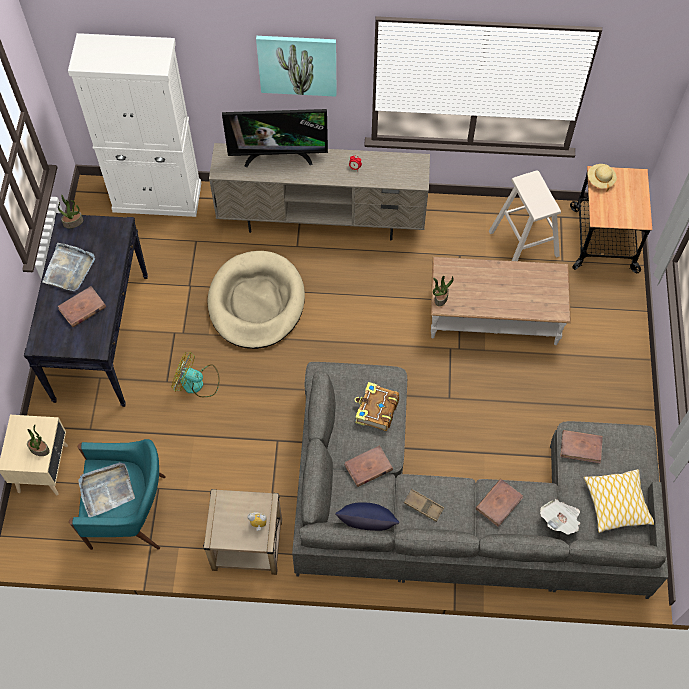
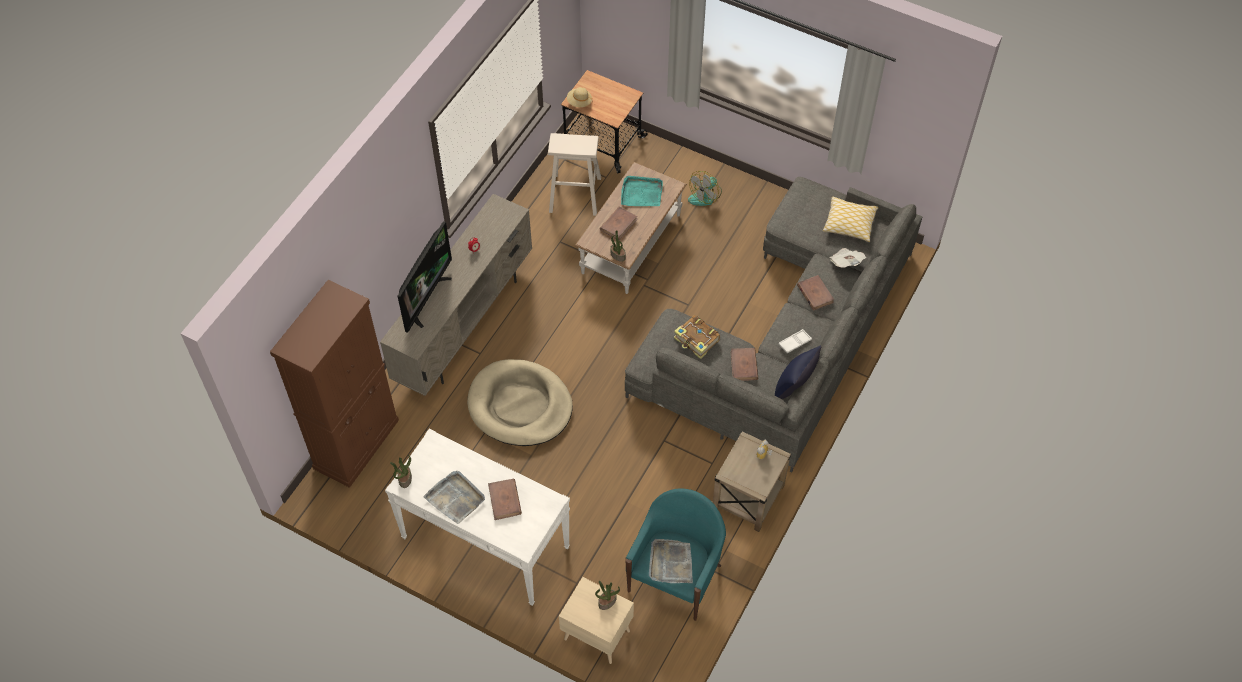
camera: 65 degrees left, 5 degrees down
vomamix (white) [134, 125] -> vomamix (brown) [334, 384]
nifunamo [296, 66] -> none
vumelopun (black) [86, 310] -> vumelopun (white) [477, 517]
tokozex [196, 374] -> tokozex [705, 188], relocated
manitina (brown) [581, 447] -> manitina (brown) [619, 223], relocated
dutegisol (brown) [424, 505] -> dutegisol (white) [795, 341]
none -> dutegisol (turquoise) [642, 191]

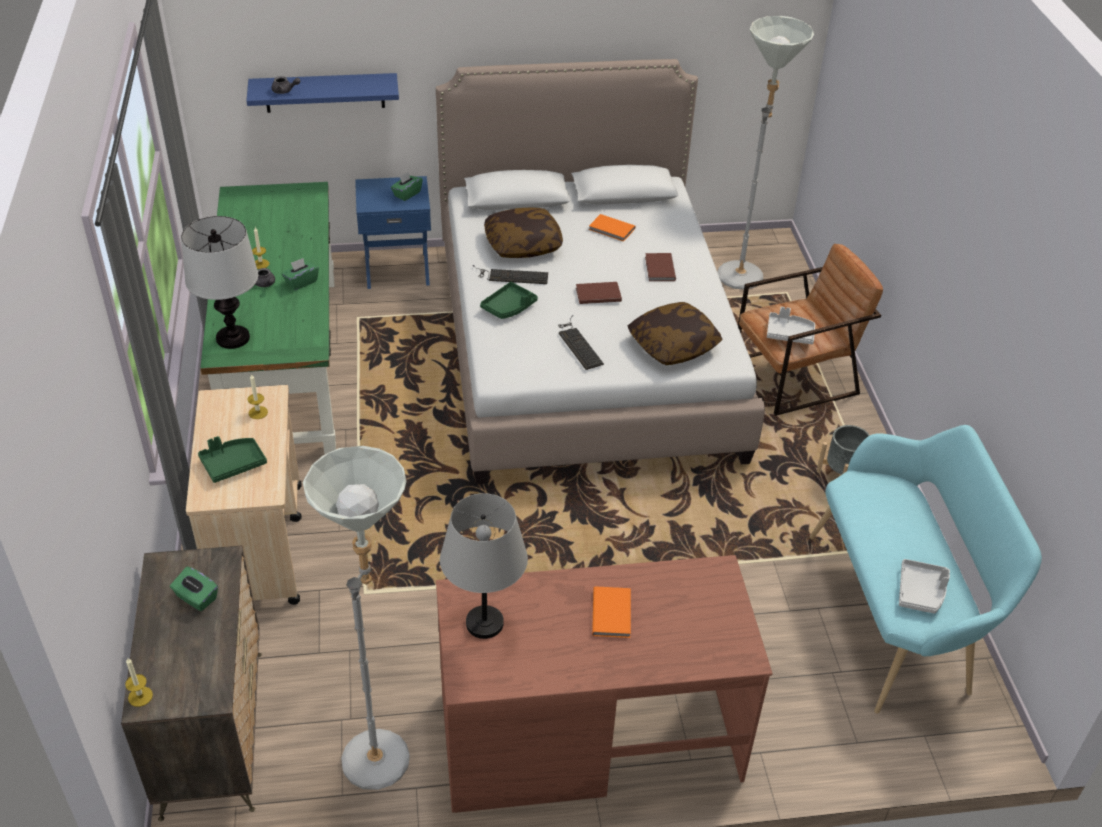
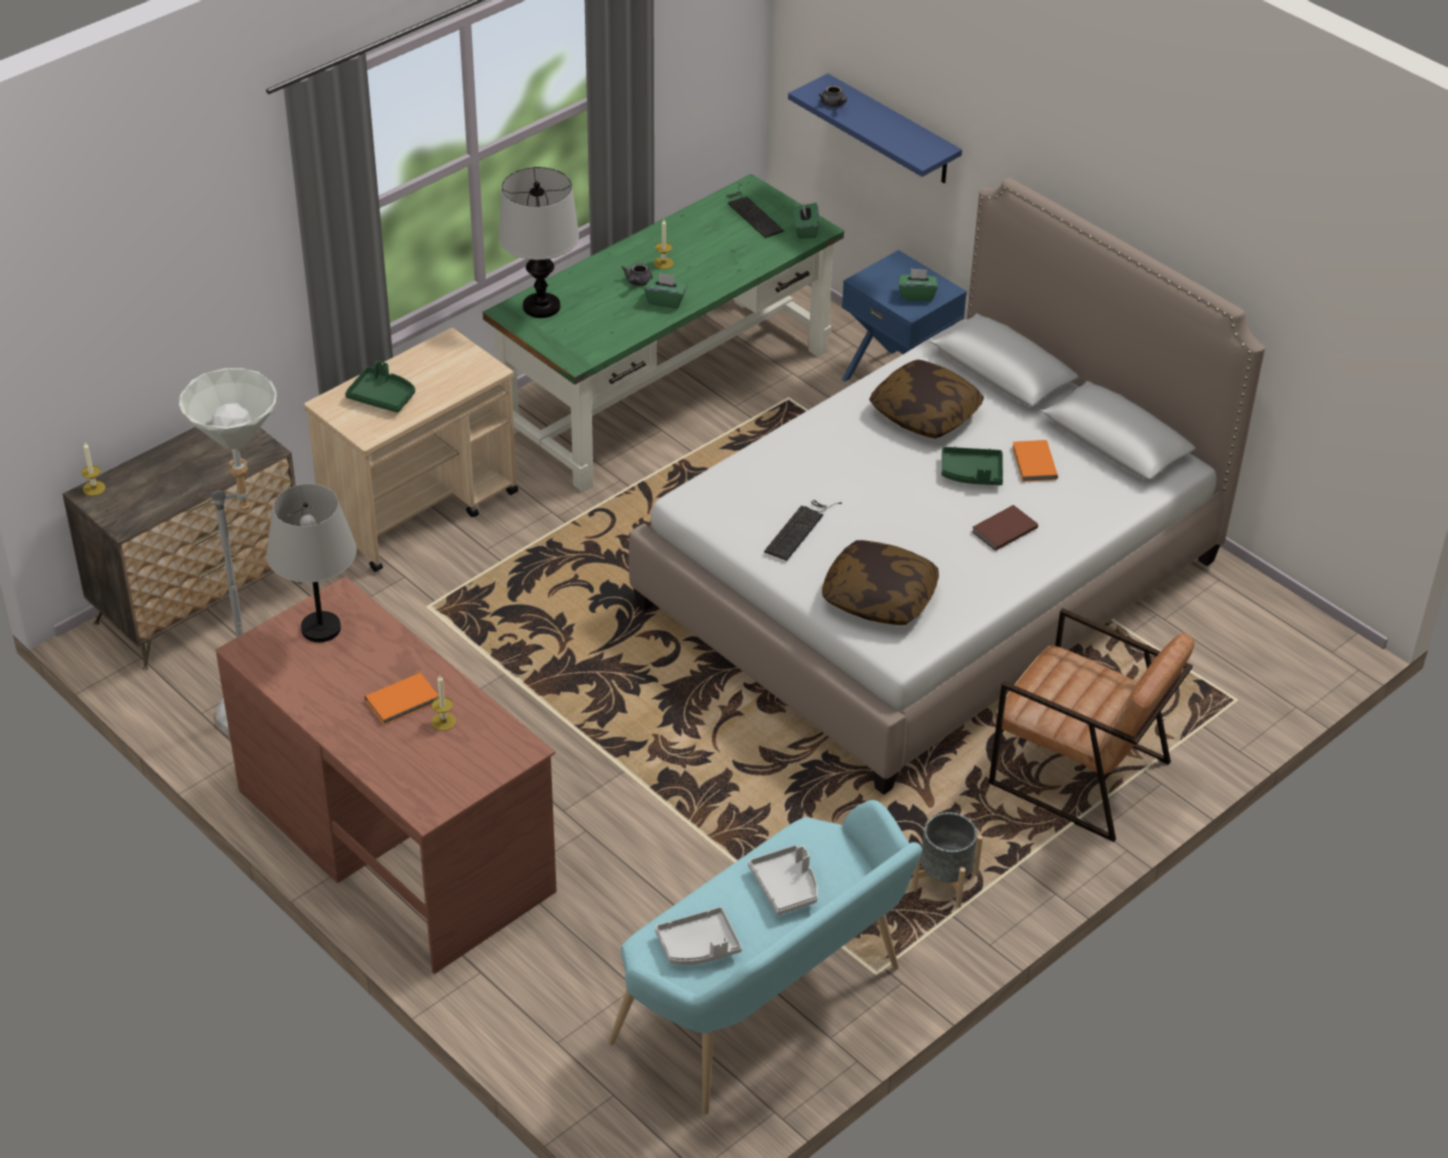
camera: 55 degrees right, 0 degrees up
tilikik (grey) [766, 153] -> none
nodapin [510, 274] -> nodapin [755, 211], relocated
dutegisol (green) [509, 300] -> dutegisol (green) [972, 466], relocated
manitina (brown) [599, 293] -> none
dutegisol (grey) [791, 325] -> dutegisol (grey) [783, 880], relocated
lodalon [257, 396] -> lodalon [443, 703], relocated
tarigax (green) [194, 589] -> tarigax (green) [806, 220], relocated

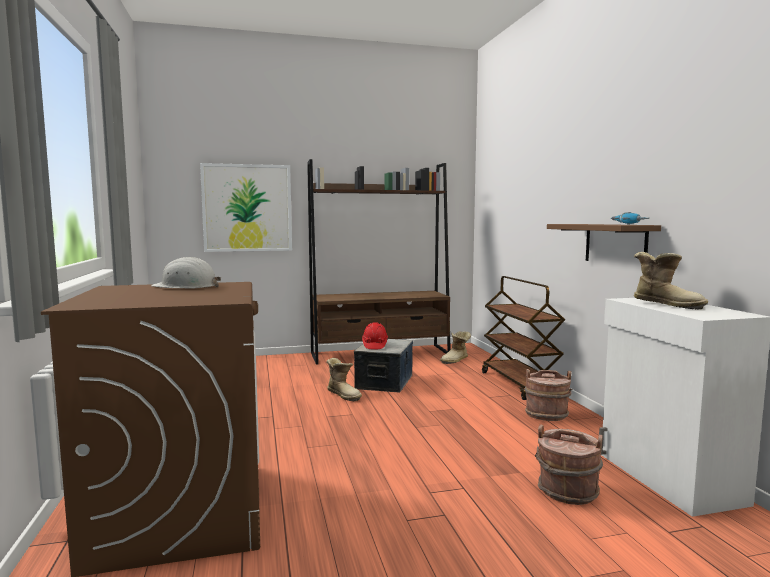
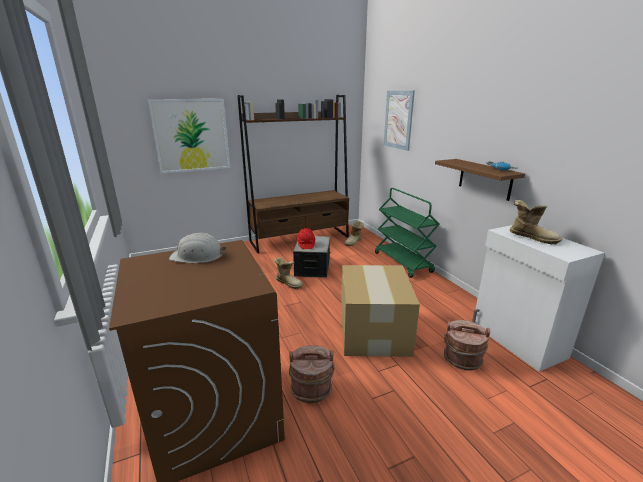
camera: 10 degrees left, 15 degrees up
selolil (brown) [523, 338] -> selolil (green) [407, 233]
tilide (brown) [548, 395] -> tilide (brown) [312, 374], relocated
none -> nifunamo [399, 121]
none -> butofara [380, 311]

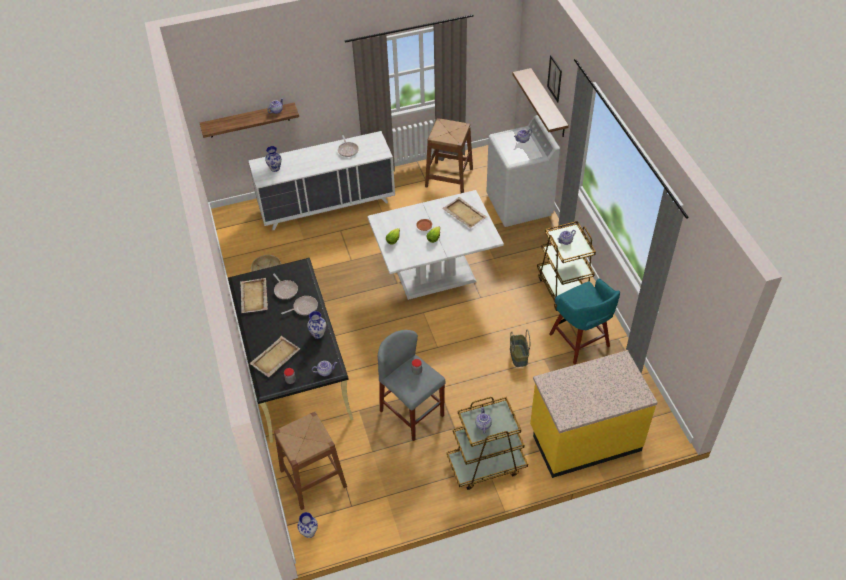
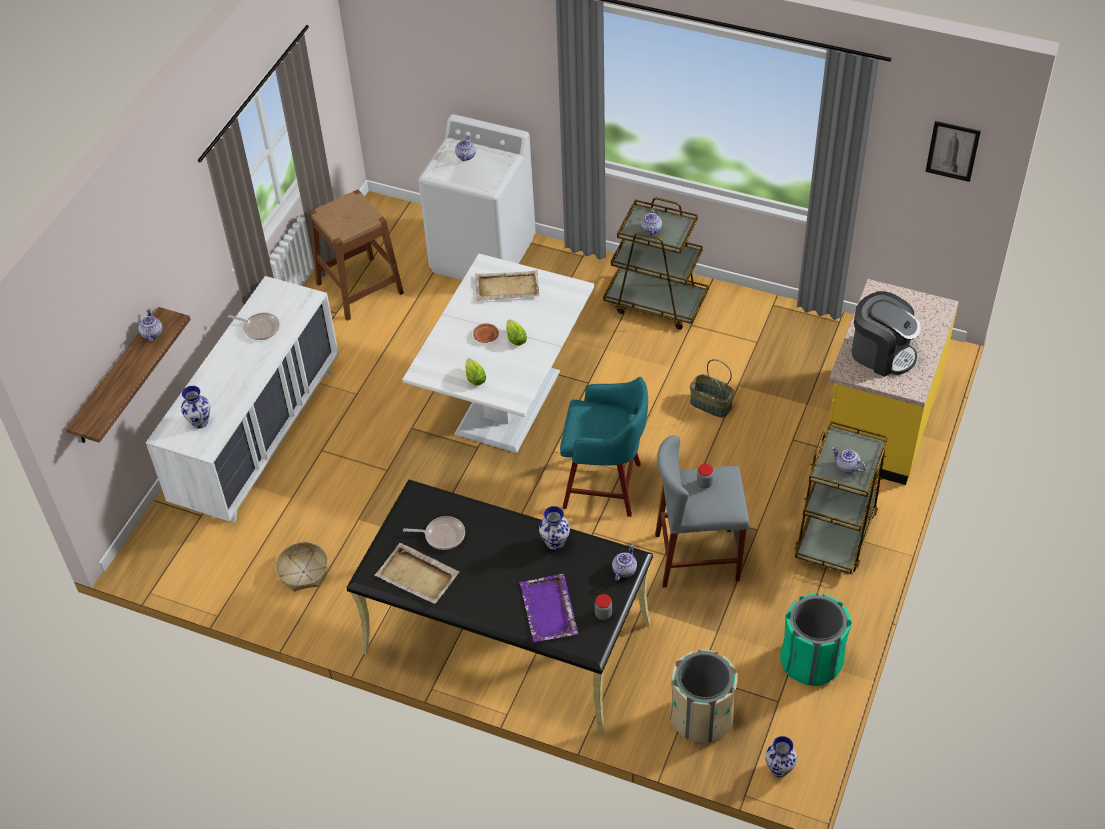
camera: 50 degrees left, 0 degrees up
nifunamo [554, 78] -> nifunamo [953, 151], relocated
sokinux [540, 102] -> none
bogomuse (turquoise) [584, 321] -> bogomuse (turquoise) [604, 447], relocated
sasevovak [299, 305] -> none
dutegisol (beige) [275, 356] -> dutegisol (purple) [548, 608]
bogomuse (brown) [310, 461] -> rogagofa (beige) [704, 696]
none -> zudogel [886, 334]
none -> rogagofa (green) [816, 639]

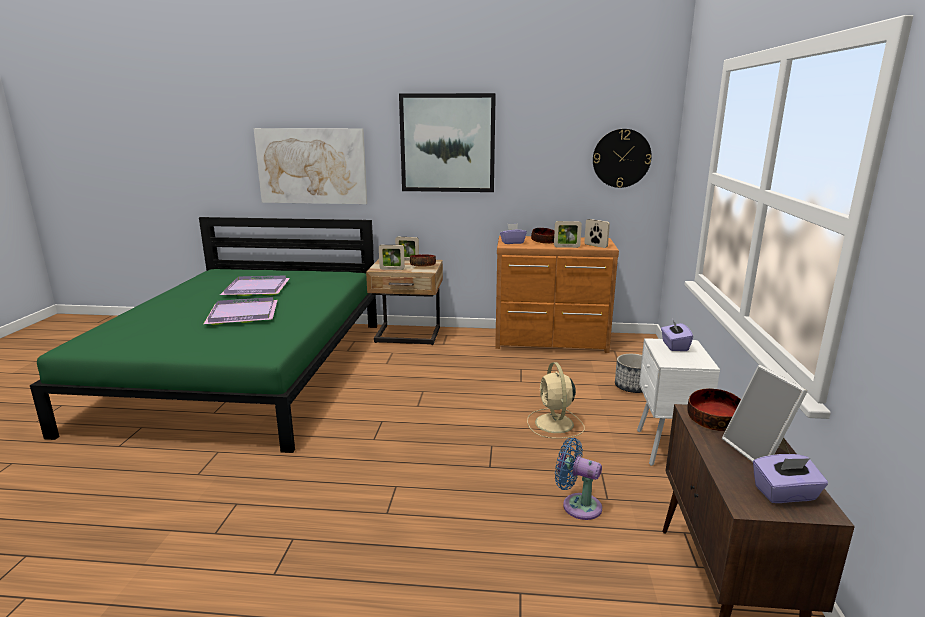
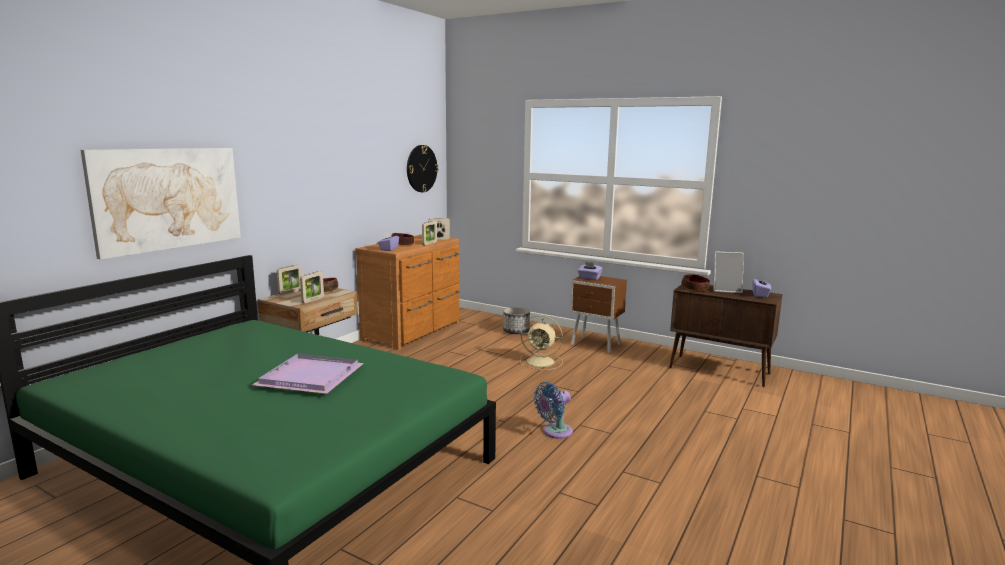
camera: 65 degrees left, 5 degrees down
nifunamo [447, 142] -> none
dutegisol (purple) [255, 286] -> none
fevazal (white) [678, 402] -> fevazal (brown) [598, 314]
tokozex (blue) [578, 479] -> tokozex (blue) [553, 410], relocated

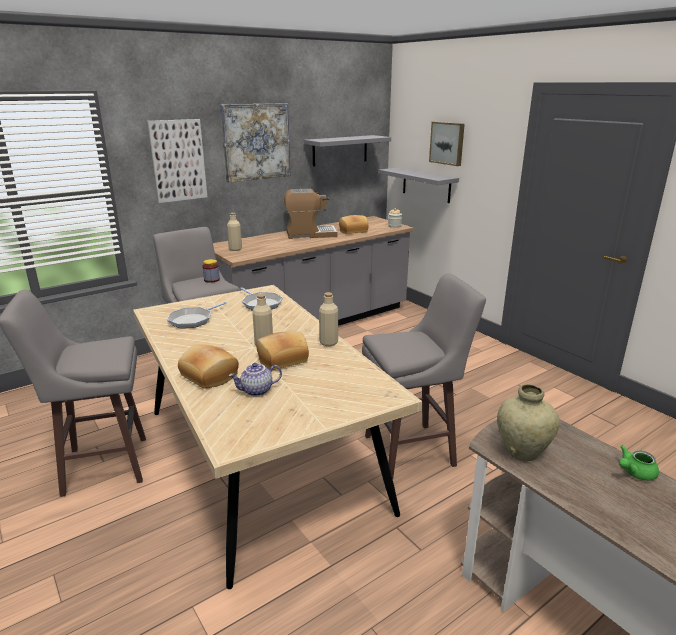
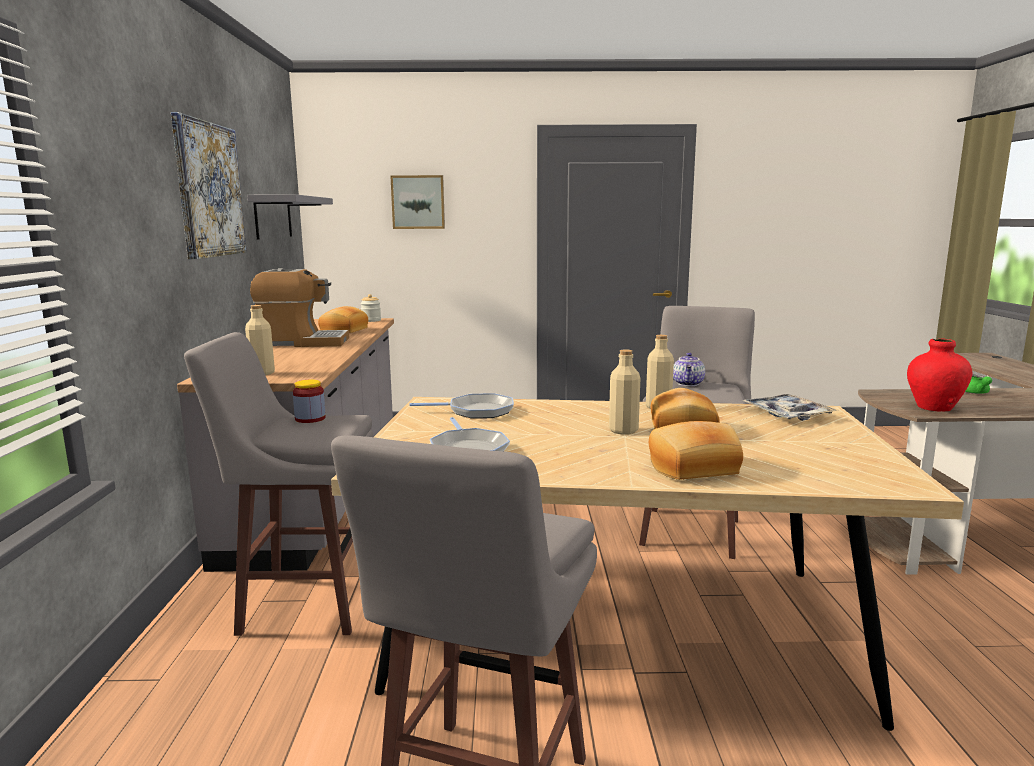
camera: 55 degrees left, 10 degrees down
nifunamo [177, 161] -> none
sokinux (grey) [418, 185] -> none
zudogel [311, 214] -> zudogel [299, 307], 60 degrees clockwise
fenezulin [255, 379] -> fenezulin [689, 369], relocated
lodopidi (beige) [528, 422] -> lodopidi (red) [939, 374]
none -> dutegisol [790, 407]

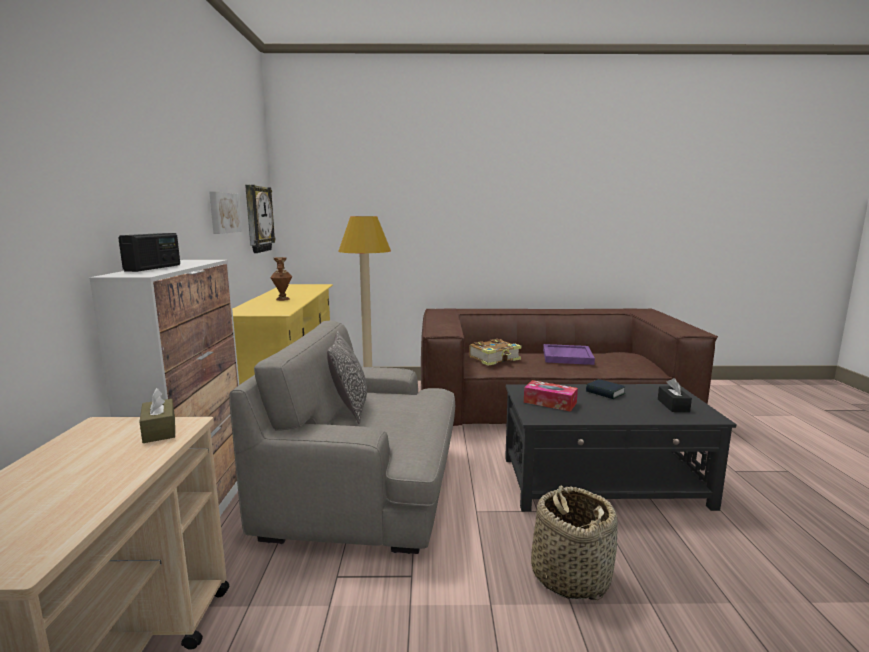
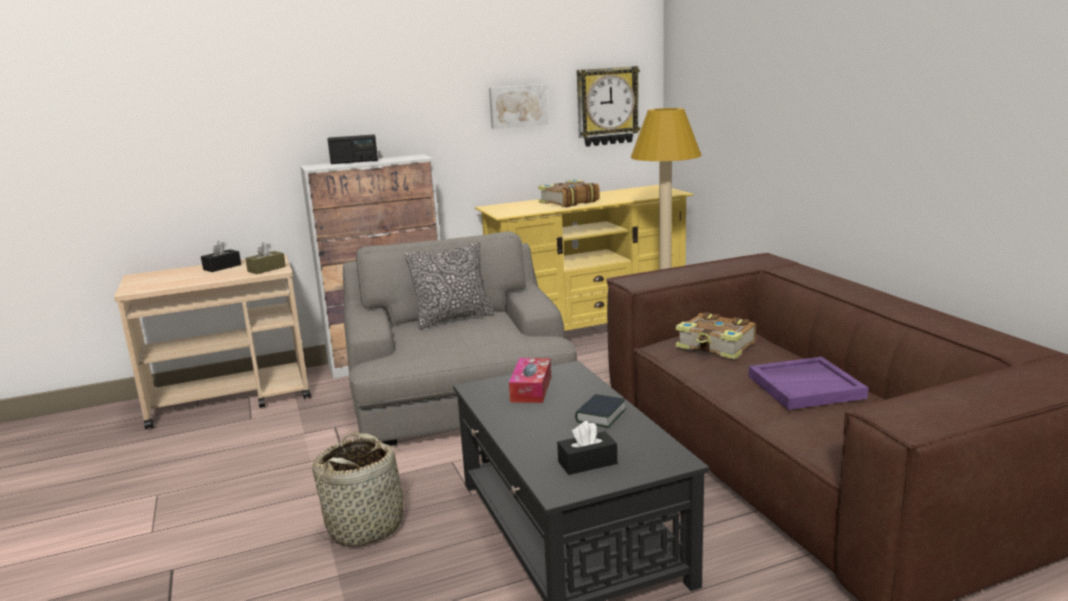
camera: 70 degrees right, 5 degrees up
lodopidi (brown) [281, 279] -> manitina [569, 193]
none -> tarigax (black) [221, 256]

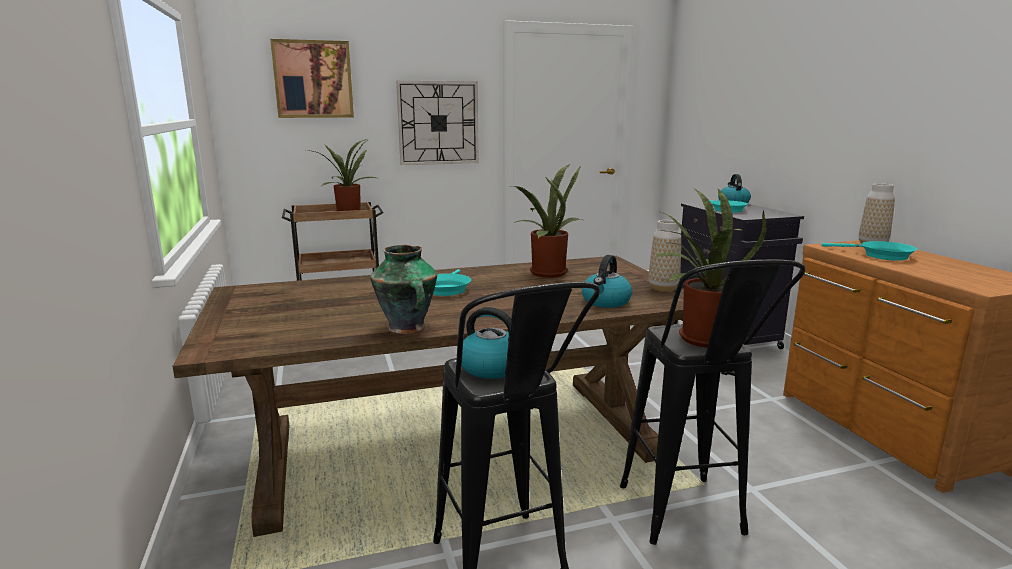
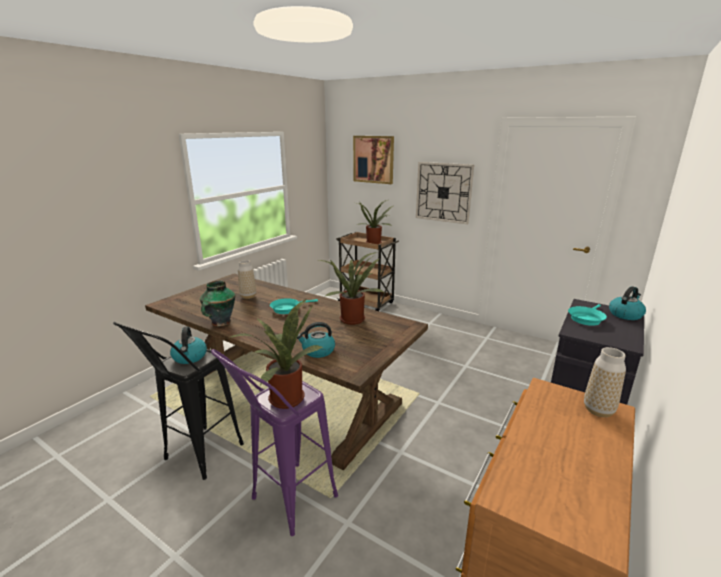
camera: 50 degrees right, 5 degrees up
lodopidi [664, 256] -> lodopidi [247, 279], relocated
sasevovak (turquoise) [869, 251] -> none
bogomuse (black) [713, 402] -> bogomuse (purple) [274, 442]

